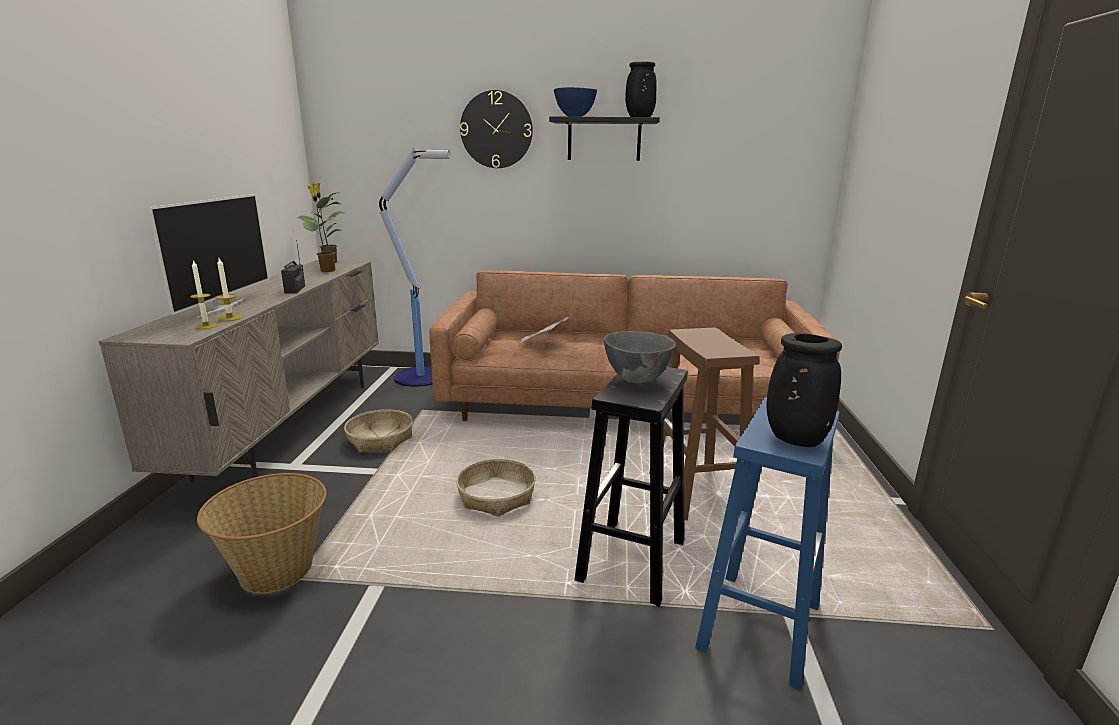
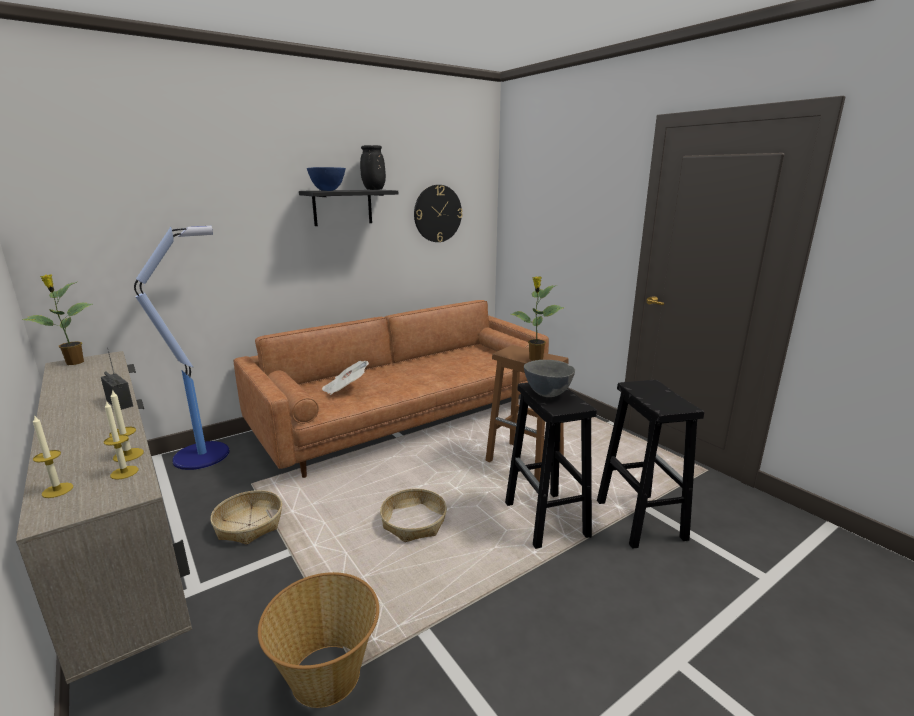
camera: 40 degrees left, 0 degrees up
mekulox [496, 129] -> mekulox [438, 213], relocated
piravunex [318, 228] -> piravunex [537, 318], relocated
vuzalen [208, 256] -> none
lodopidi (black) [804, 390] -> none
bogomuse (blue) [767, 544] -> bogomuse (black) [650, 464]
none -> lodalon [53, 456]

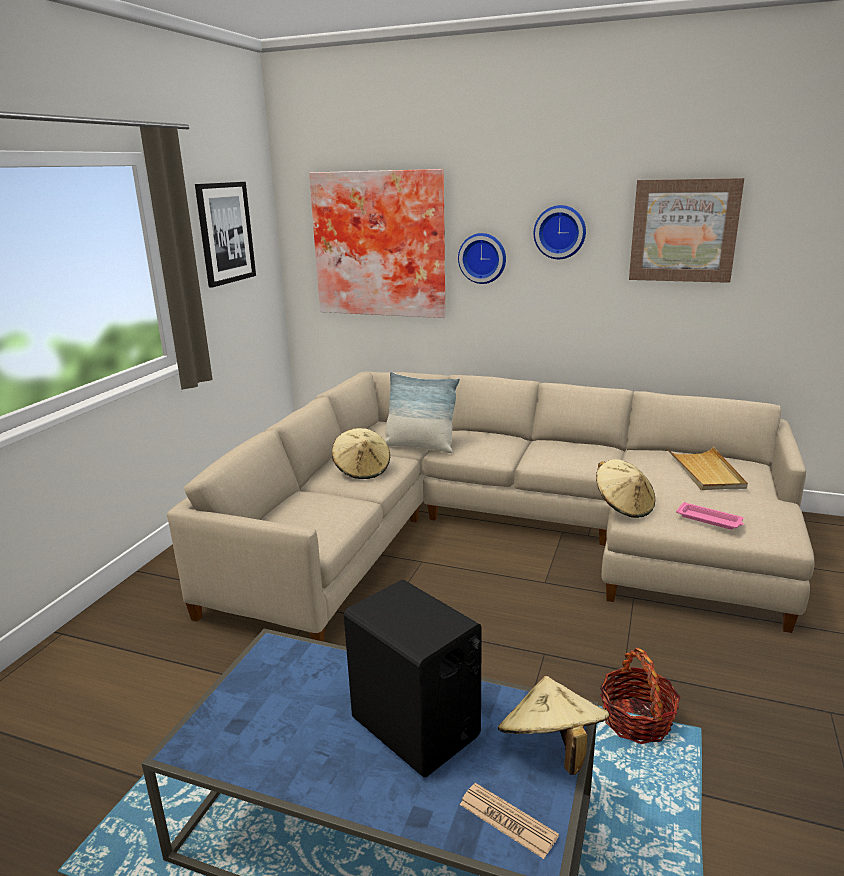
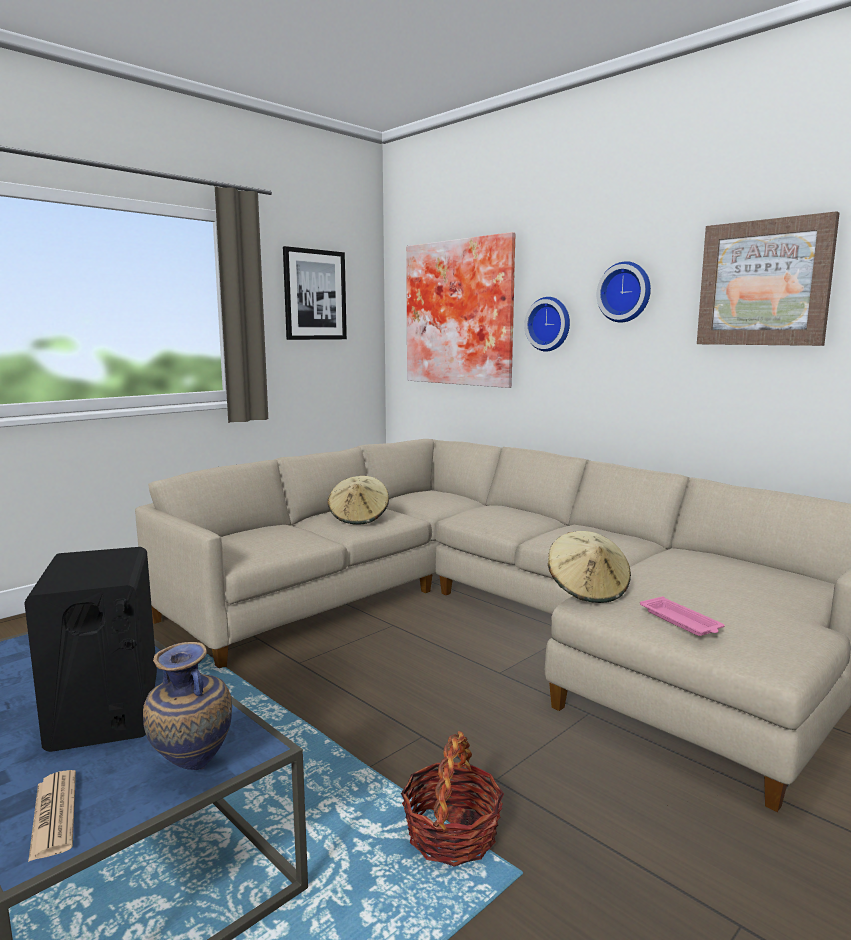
camera: 25 degrees right, 10 degrees down
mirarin [422, 412] -> none
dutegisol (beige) [707, 468] -> none
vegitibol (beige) [553, 725] -> lodopidi [187, 706]

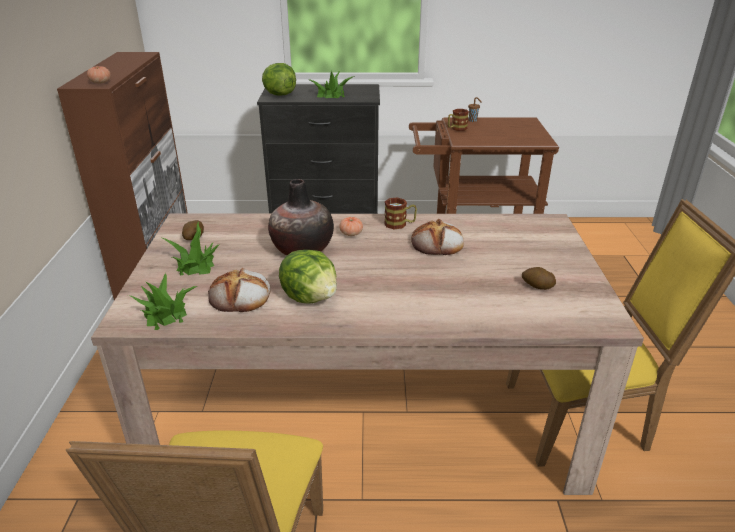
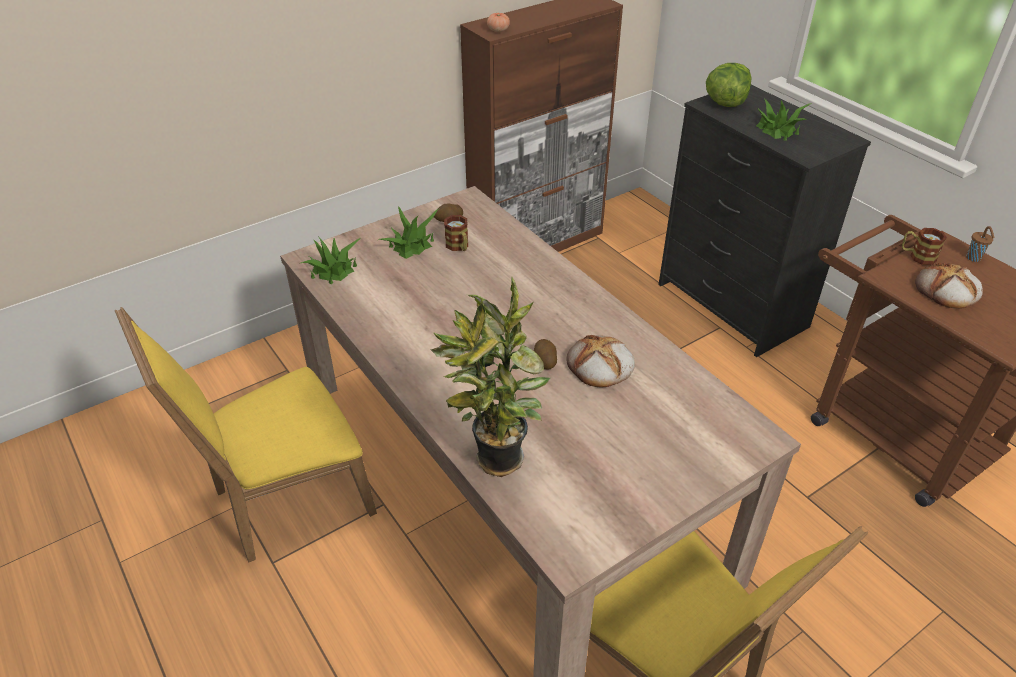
camera: 55 degrees right, 10 degrees up
lodopidi [301, 217] -> none
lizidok [400, 213] -> lizidok [456, 233], relocated
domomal [351, 226] -> none
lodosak [308, 277] -> none
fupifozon [539, 278] -> fupifozon [545, 354], relocated
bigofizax [239, 290] -> bigofizax [949, 286], relocated
none -> piravunex [490, 377]

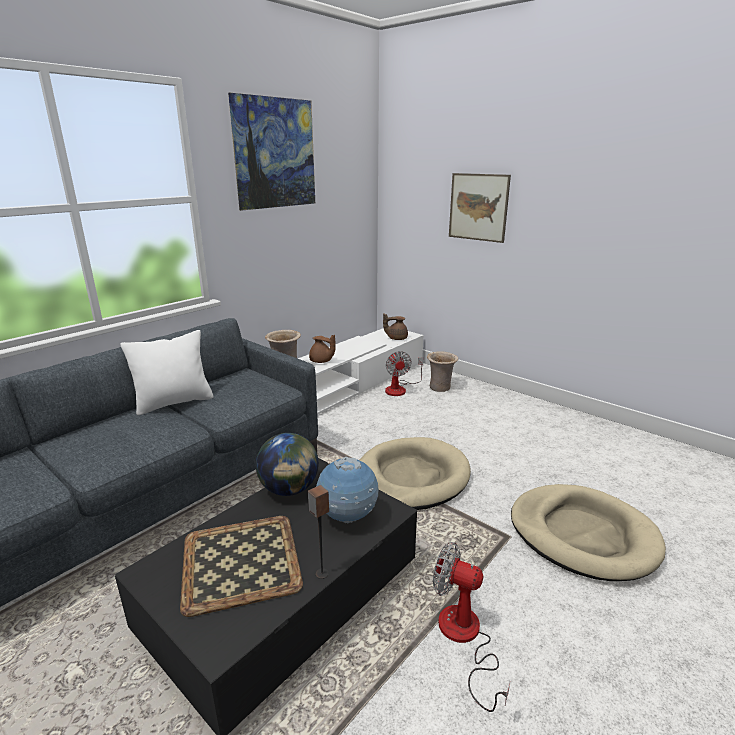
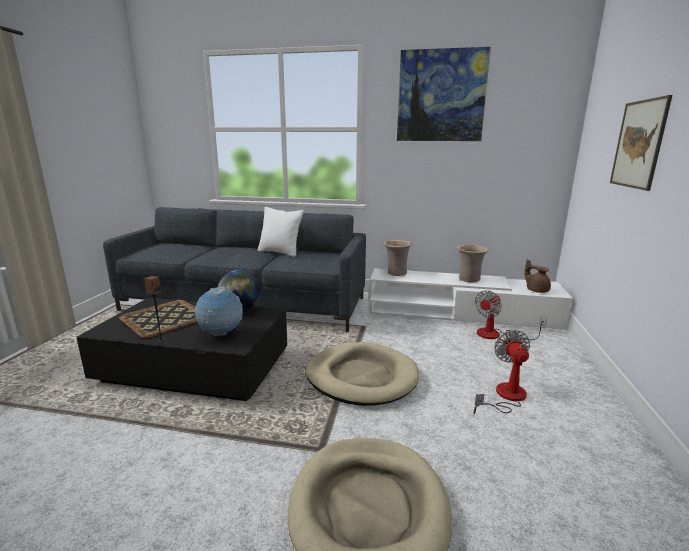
camera: 60 degrees right, 5 degrees down
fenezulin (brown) [322, 349] -> none
lodopidi (beige) [442, 371] -> lodopidi (beige) [473, 263], relocated
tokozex [471, 627] -> tokozex [502, 372], relocated

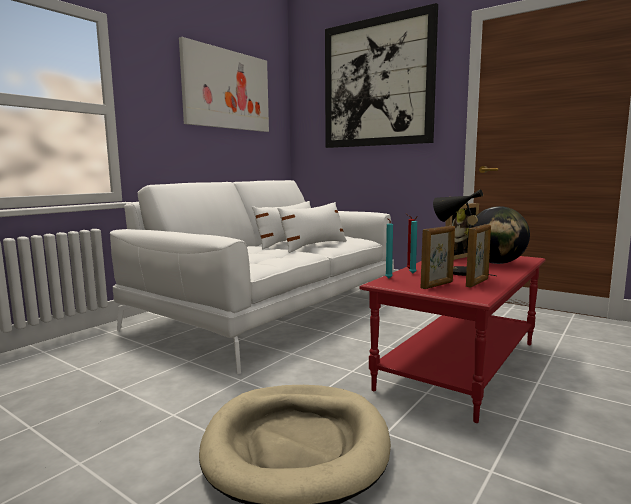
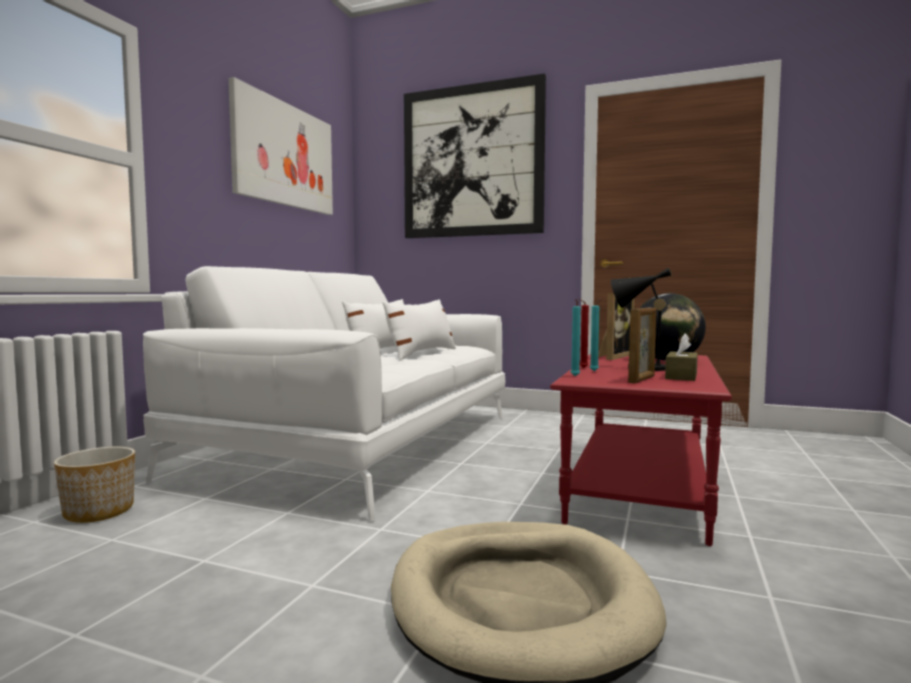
camera: 15 degrees left, 5 degrees down
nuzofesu [478, 256] -> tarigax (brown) [681, 357]
none -> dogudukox [94, 485]

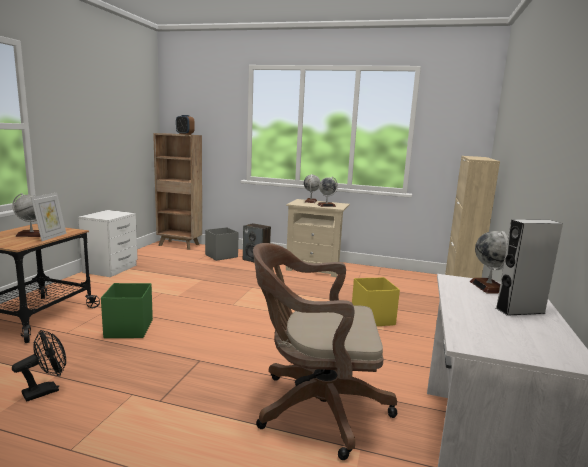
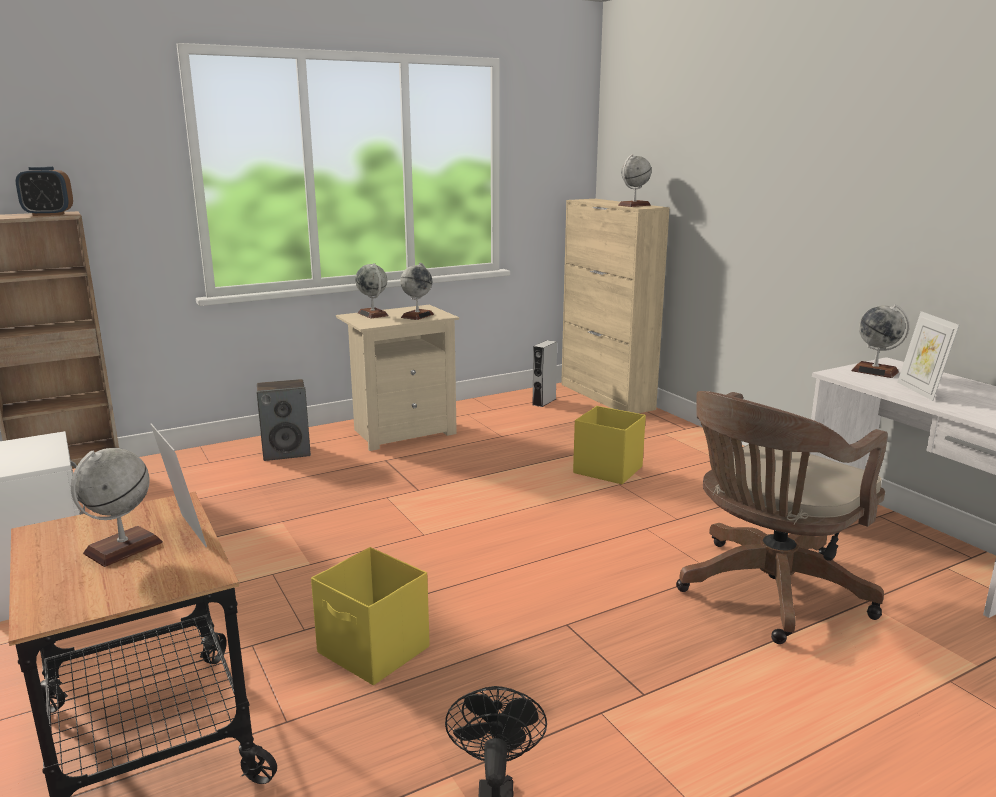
camera: 45 degrees left, 5 degrees up
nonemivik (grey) [529, 268] -> nonemivik (grey) [545, 373], relocated
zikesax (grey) [221, 244] -> none
zikesax (green) [127, 310] -> zikesax (yellow) [370, 616]
none -> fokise [635, 180]
none -> nuzofesu [928, 356]

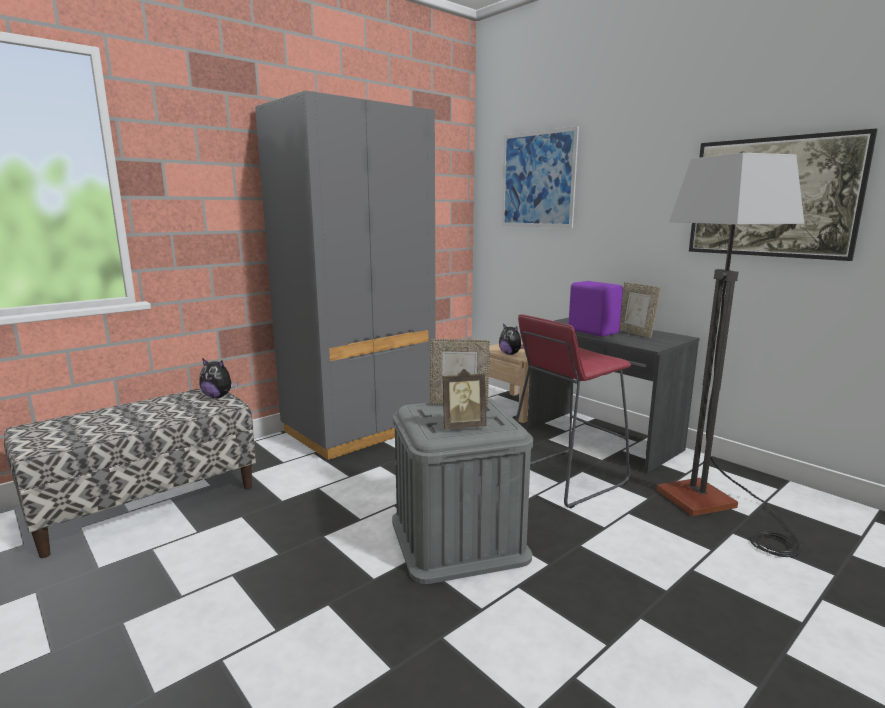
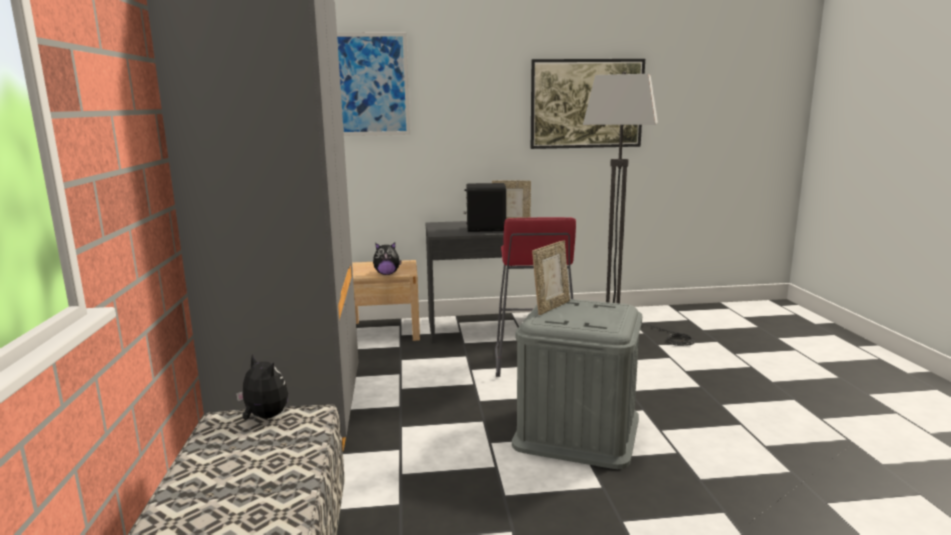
camera: 55 degrees left, 0 degrees up
nonemivik (purple) [595, 309] -> nonemivik (black) [484, 207]
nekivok [218, 378] -> nekivok [262, 387], 105 degrees counterclockwise
nuzofesu [464, 399] -> none

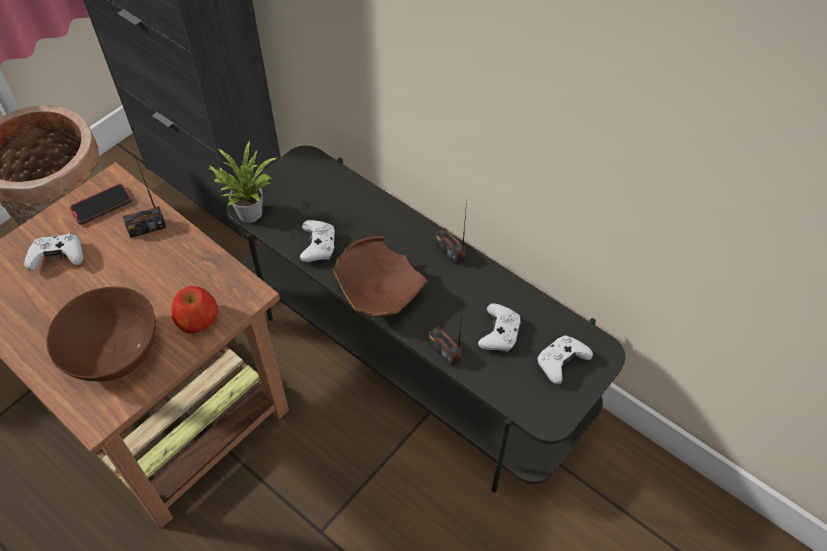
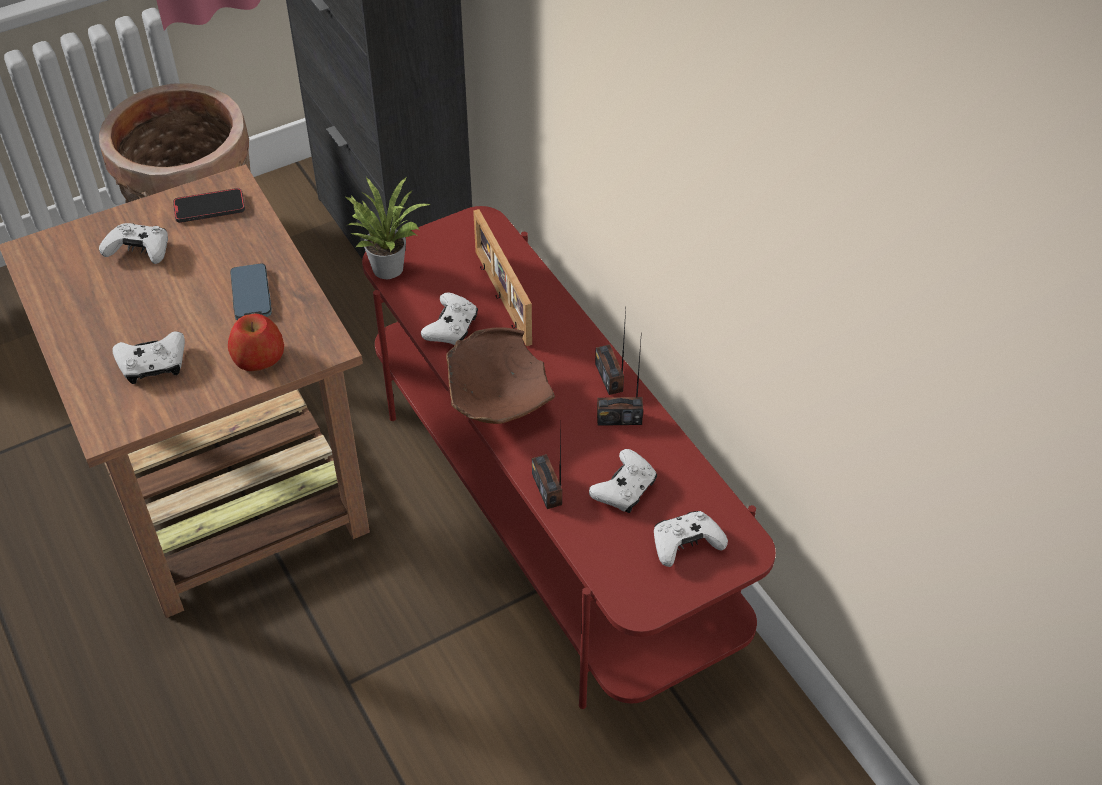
camera: 20 degrees right, 5 degrees down
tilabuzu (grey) [426, 319] -> tilabuzu (red) [569, 457]
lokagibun [144, 196] -> lokagibun [620, 379], relocated
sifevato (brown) [101, 333] -> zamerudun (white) [148, 357]
none -> nuzofesu [502, 277]
none -> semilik [251, 291]

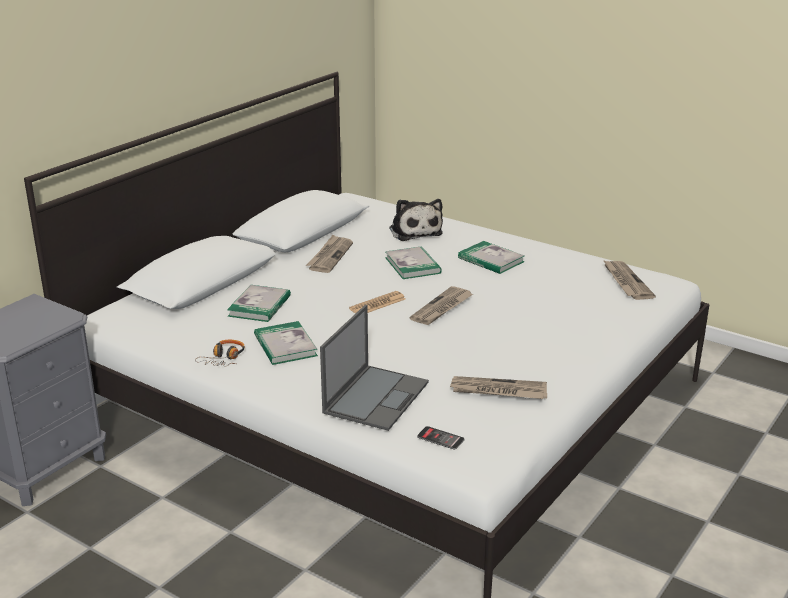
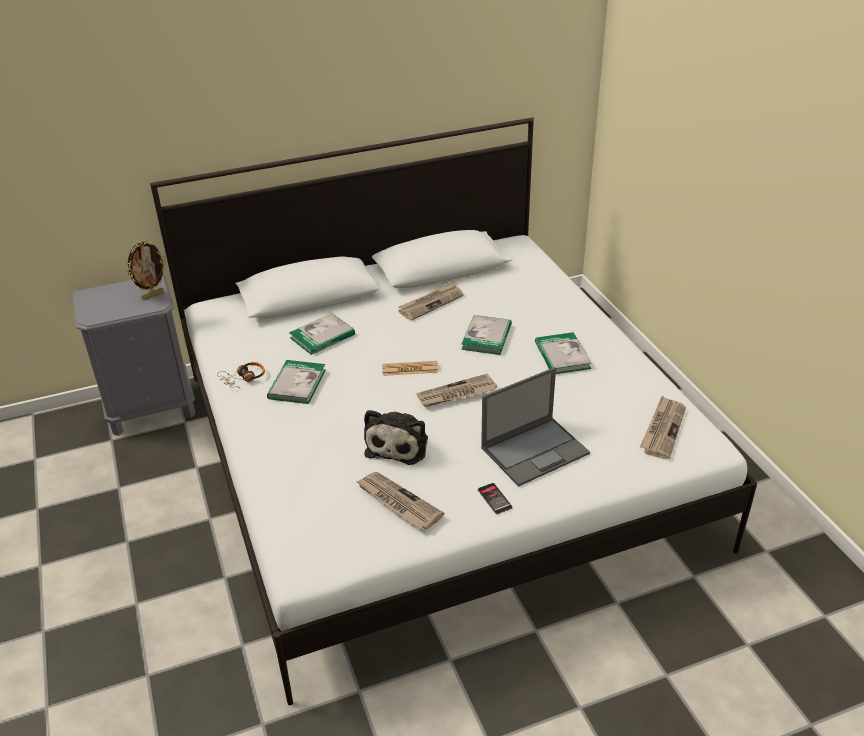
camera: 35 degrees right, 10 degrees up
nekivok [416, 220] -> nekivok [396, 437], relocated
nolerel [374, 368] -> nolerel [535, 427], relocated
semilik [440, 438] -> semilik [495, 498], relocated
none -> nuzofesu [146, 270]

